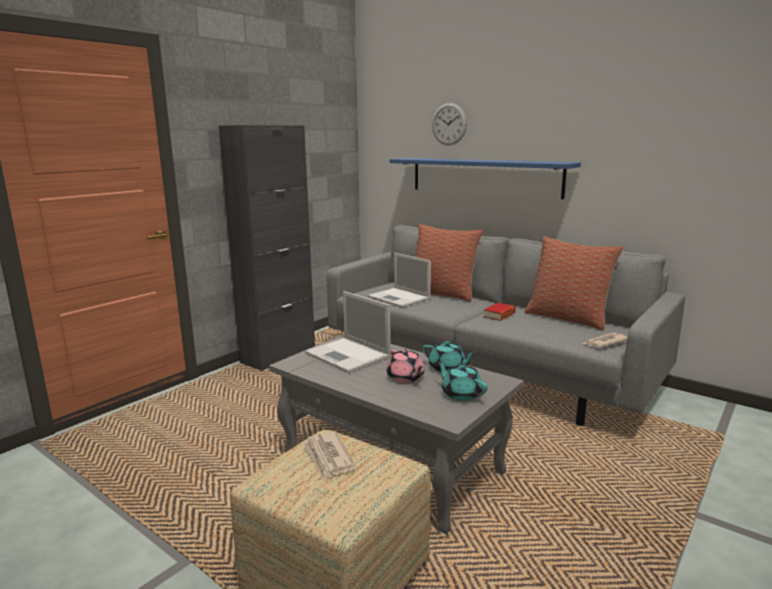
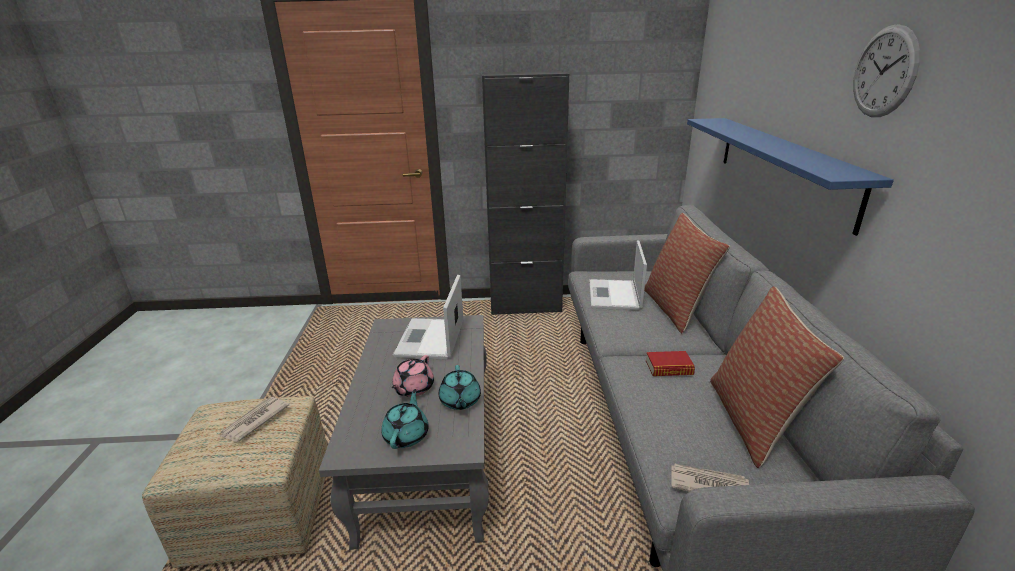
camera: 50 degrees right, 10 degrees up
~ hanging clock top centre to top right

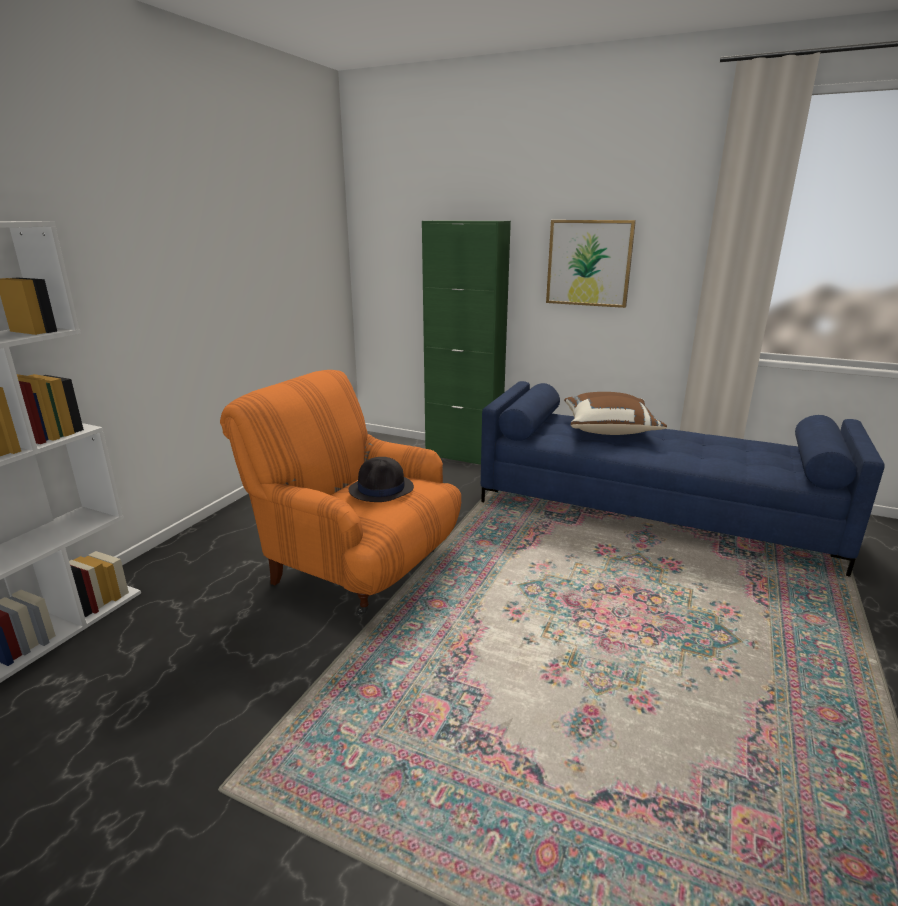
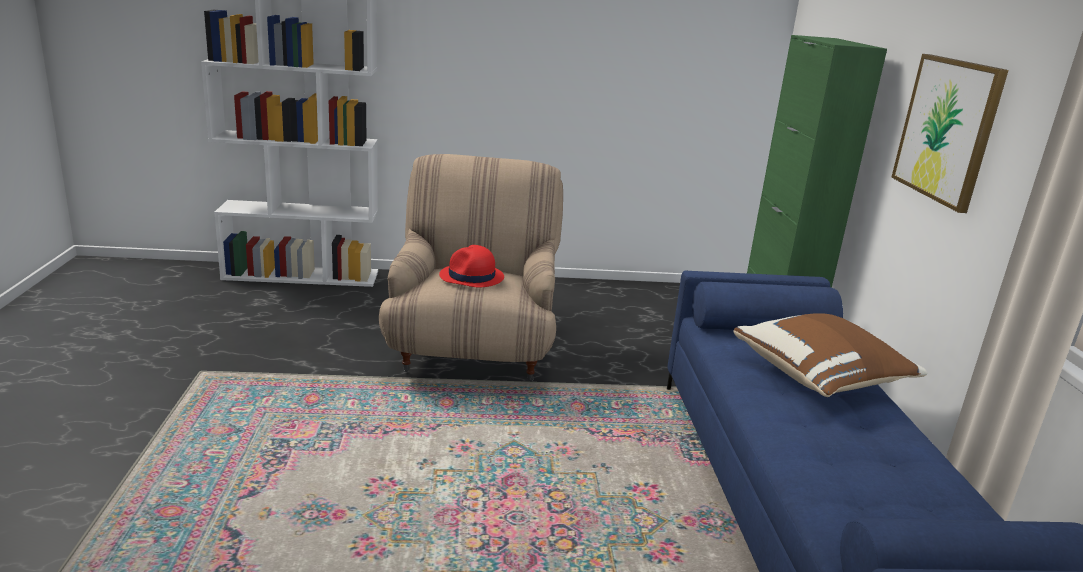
camera: 60 degrees right, 0 degrees up
~ orange lounge chair centre to sand-coloured lounge chair centre
~ black-coloured hat centre to red-coloured hat centre

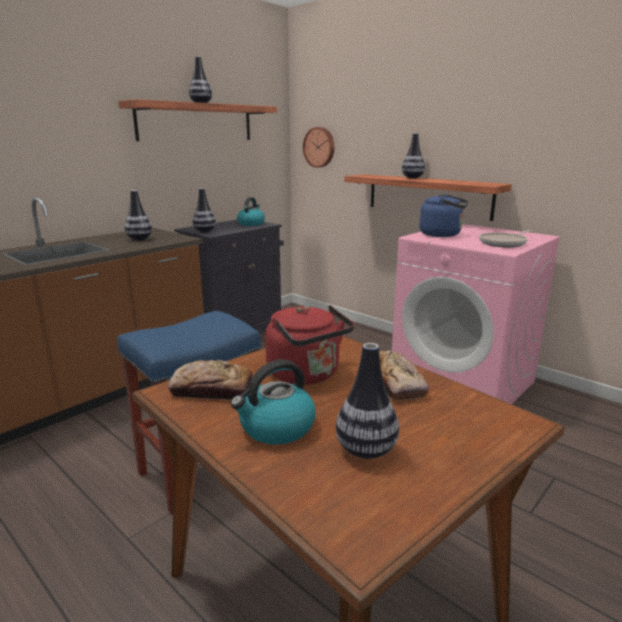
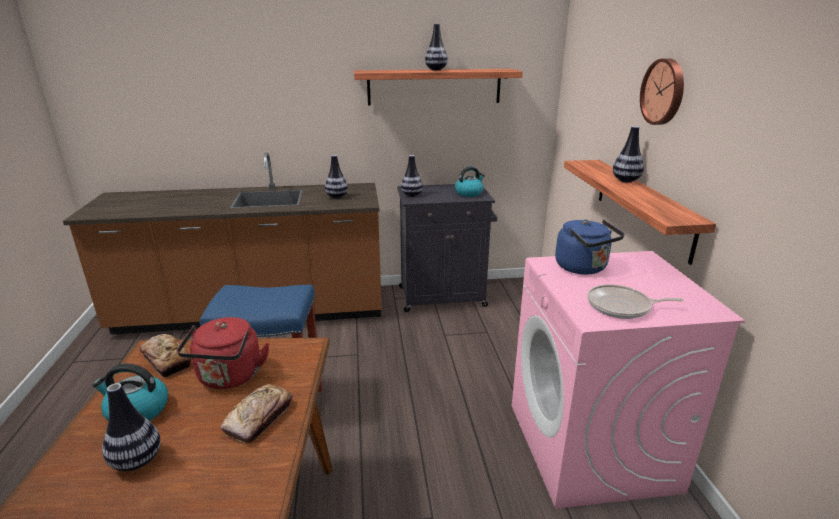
camera: 40 degrees right, 5 degrees up
~ hanging clock top centre to top right

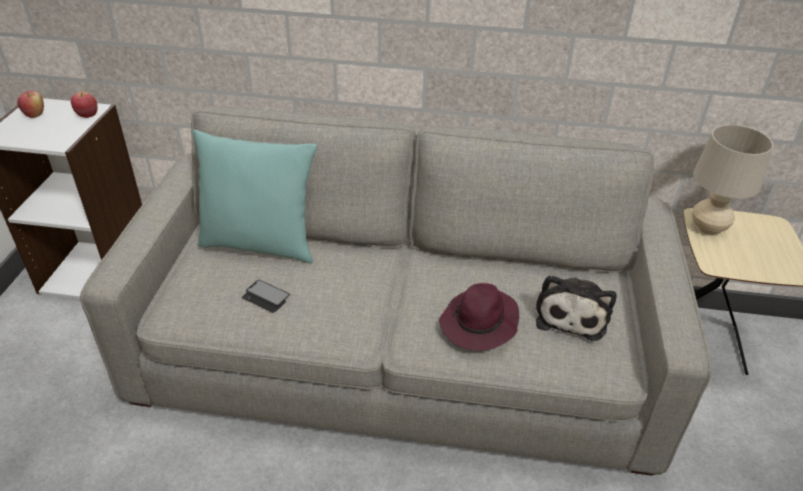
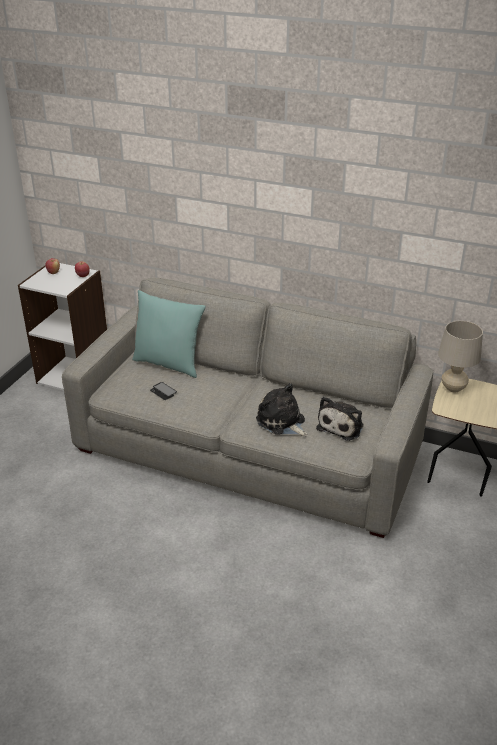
camera: 15 degrees right, 5 degrees down
~ purple hat centre to soft toy (1st from left) centre

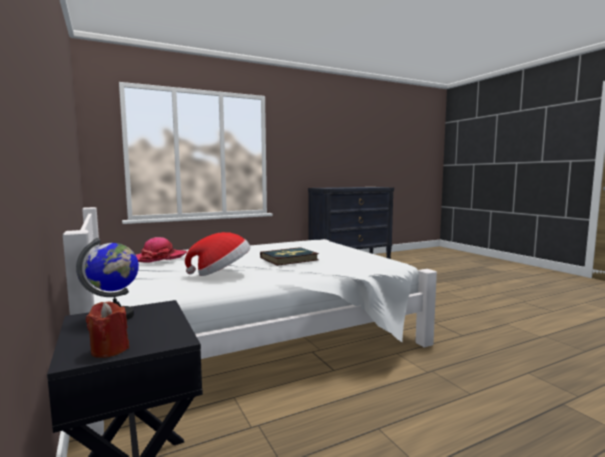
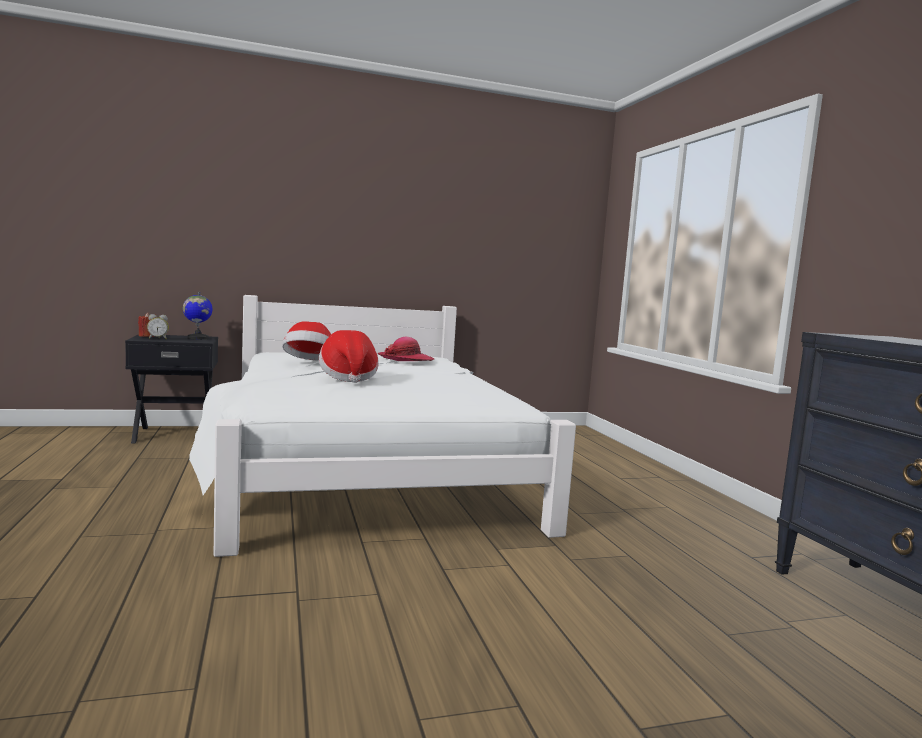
camera: 100 degrees right, 0 degrees up
+ table clock middle left
~ volume centre to hat (2nd from left) centre

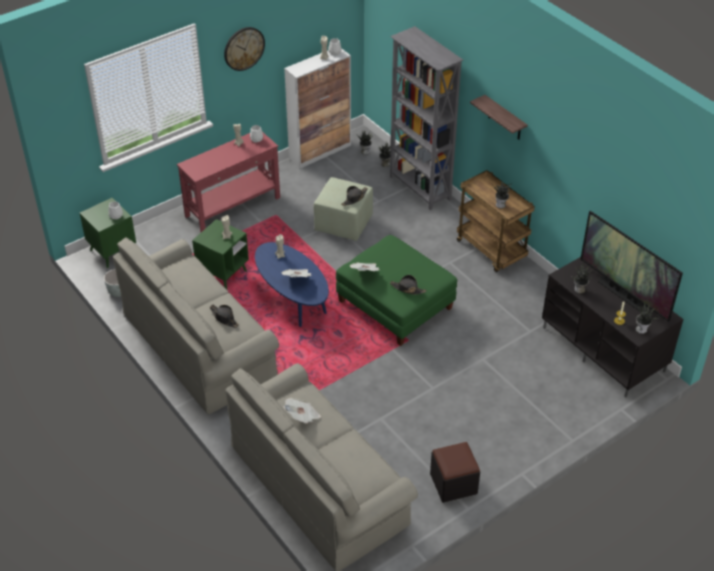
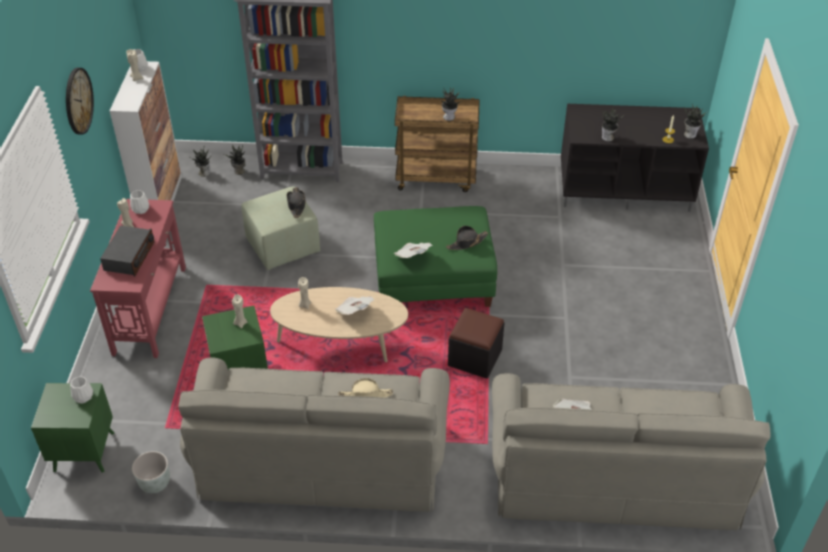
camera: 50 degrees left, 0 degrees up
- shelf top right
- TV middle right
+ radio receiver middle left
~ black-coloured footrest bottom centre to centre
~ black-coloured hat (1st from left) middle left to sand-coloured hat bottom centre
~ bluish lounge table centre to sand-coloured lounge table centre

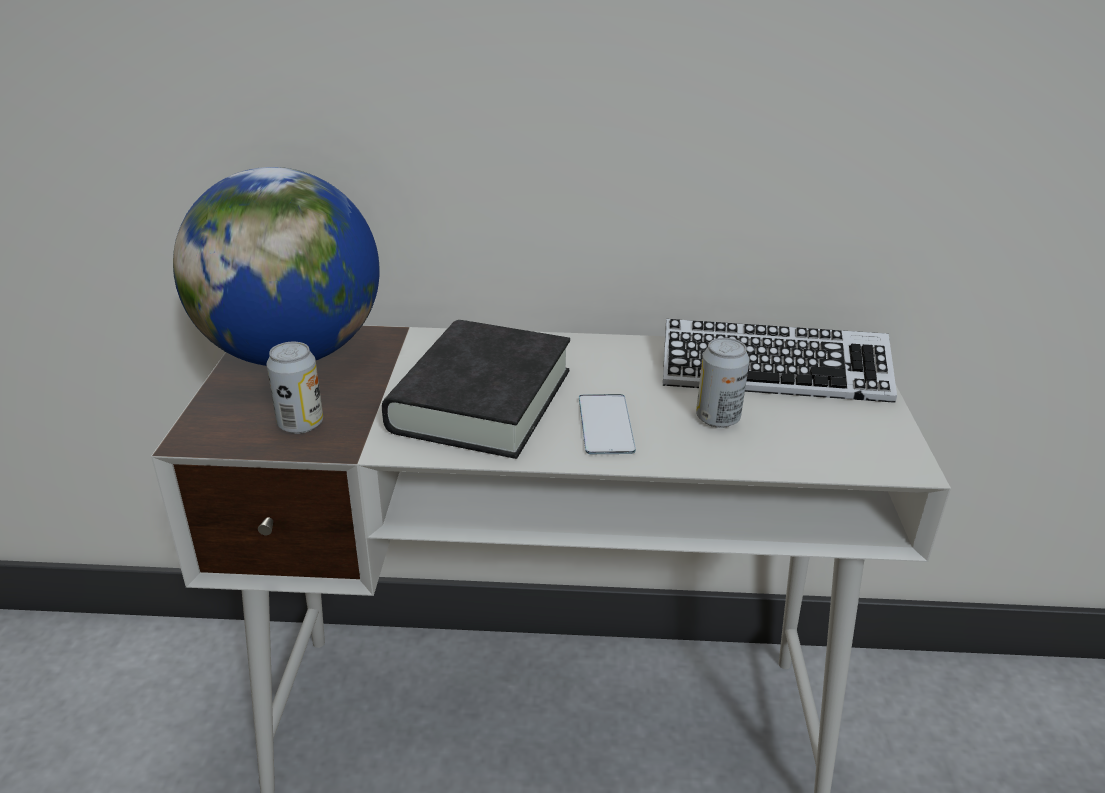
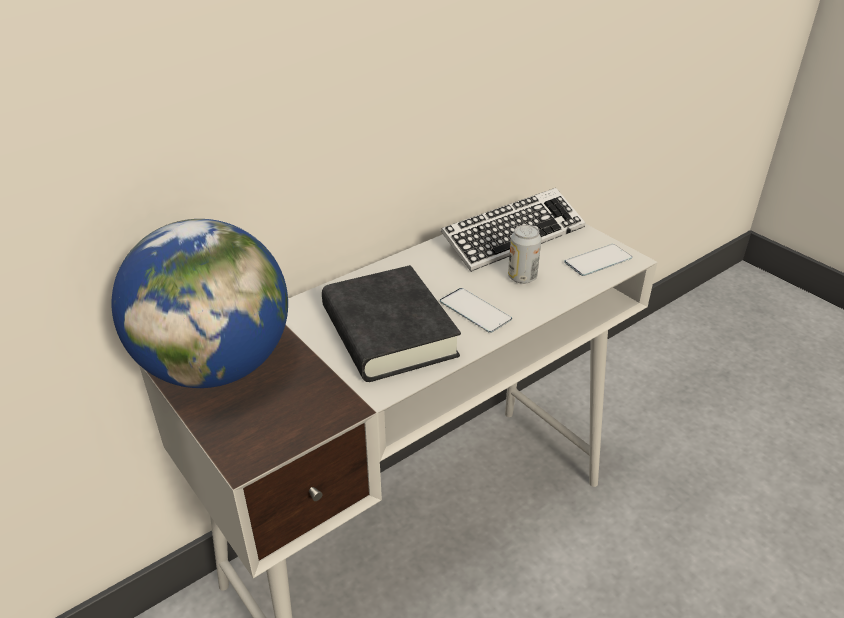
camera: 40 degrees left, 5 degrees up
- sealed can (1st from left) middle left
+ handset (2nd from left) middle right

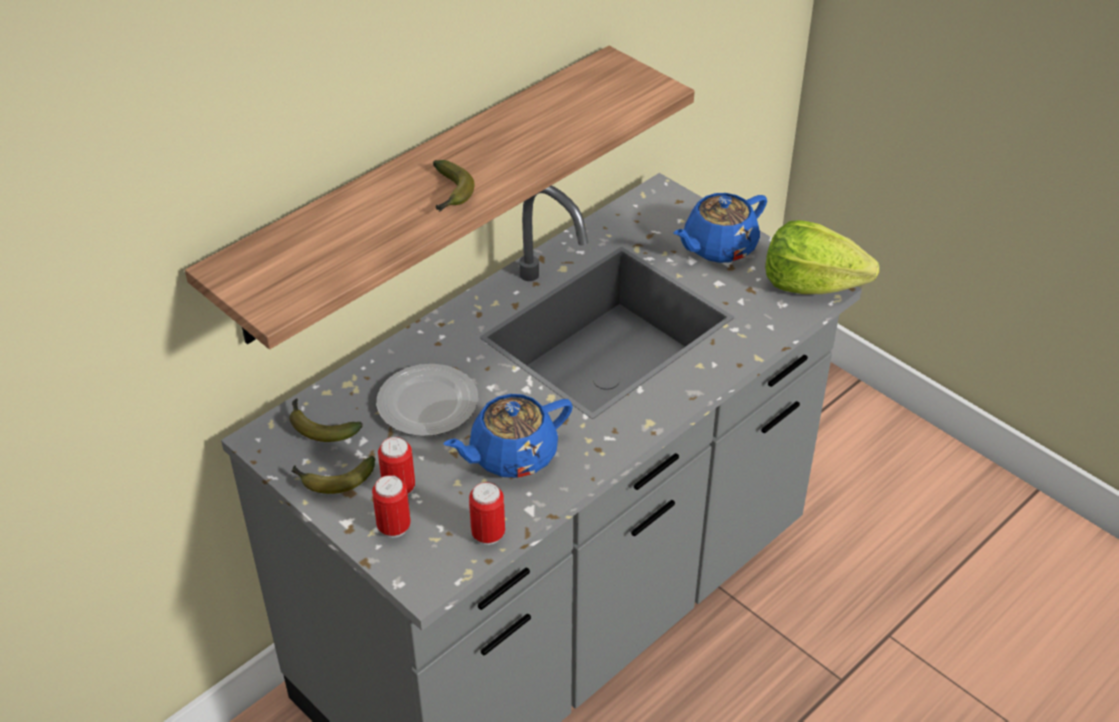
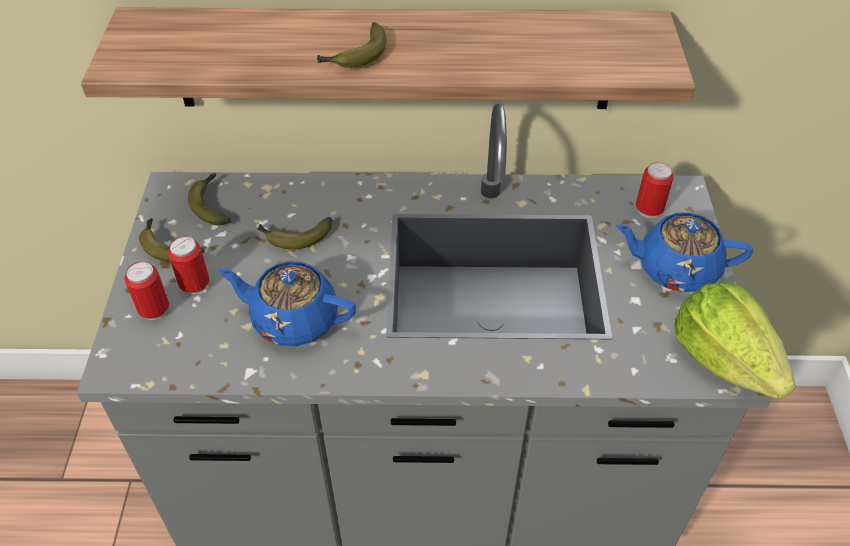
camera: 45 degrees right, 5 degrees up
~ sealed can (3rd from left) bottom centre to middle right
~ plate centre to whole banana (3rd from left) centre

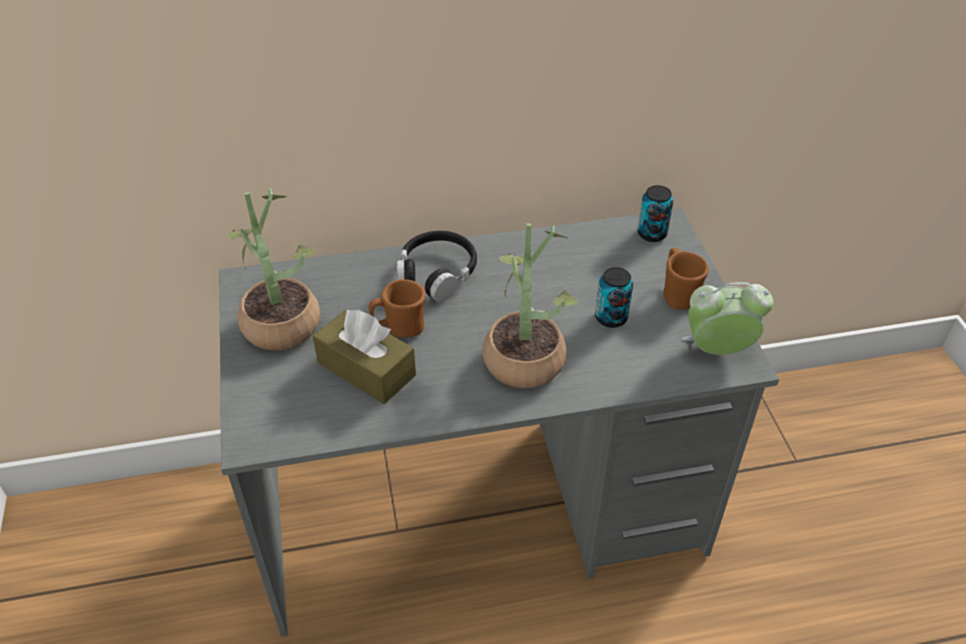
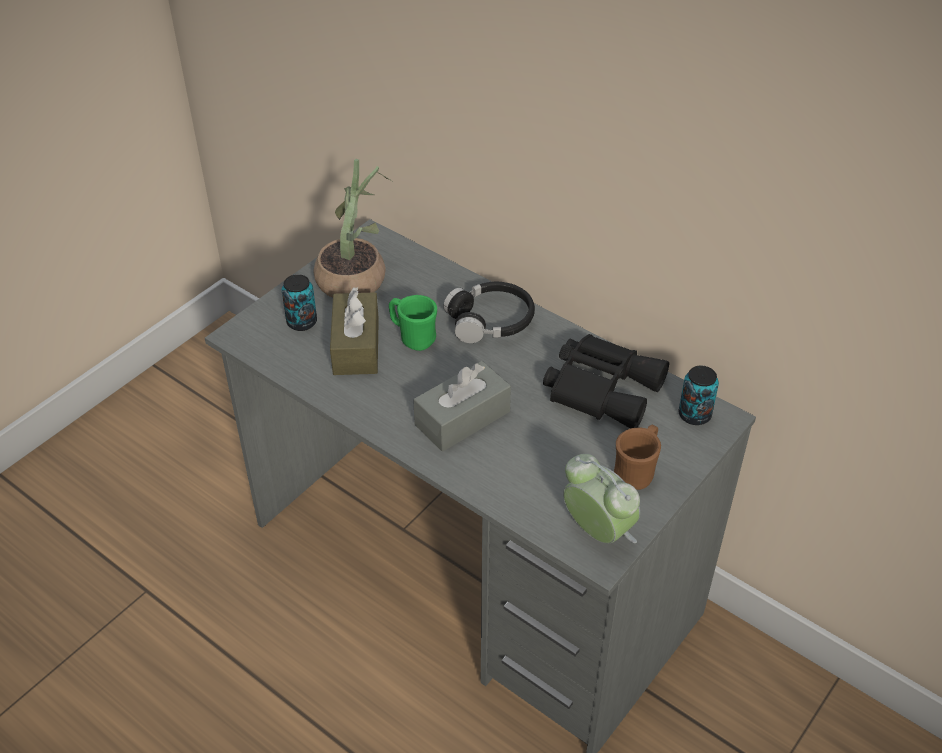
camera: 50 degrees right, 0 degrees up
+ black-coloured pair of binoculars centre
~ sealed can (1st from left) centre to middle left
~ potted plant (2nd from left) centre to grey tissue box centre
~ brown-coloured coffee mug (1st from left) centre to green coffee mug centre

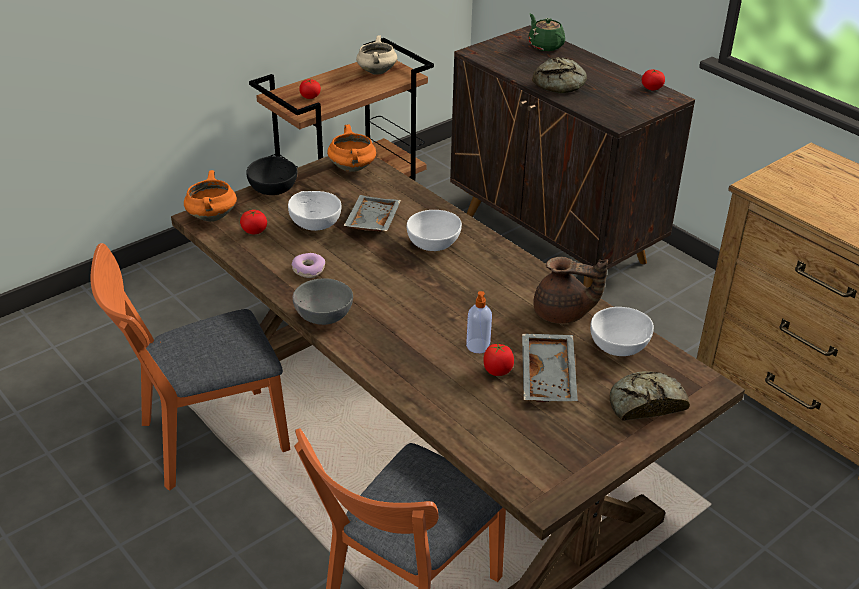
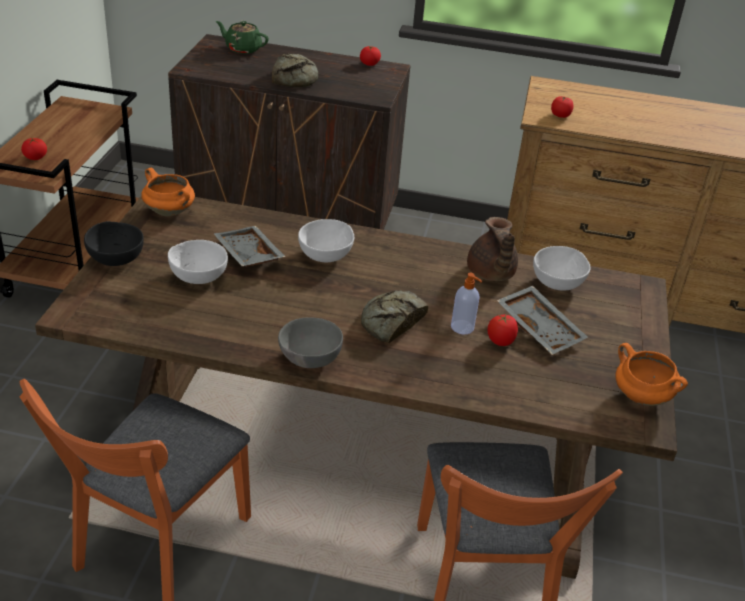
camera: 40 degrees left, 0 degrees up
- doughnut centre
- sand-coloured stockpot top centre
~ orange stockpot (1st from left in the first image) top left to orange stockpot (2nd from left) middle right
~ fresh tomato (1st from left in the first image) middle left to fresh tomato (4th from left) top right
~ baked bread (2nd from left) bottom right to centre
~ brown-coloured tea pot centre = centre 105 degrees clockwise

